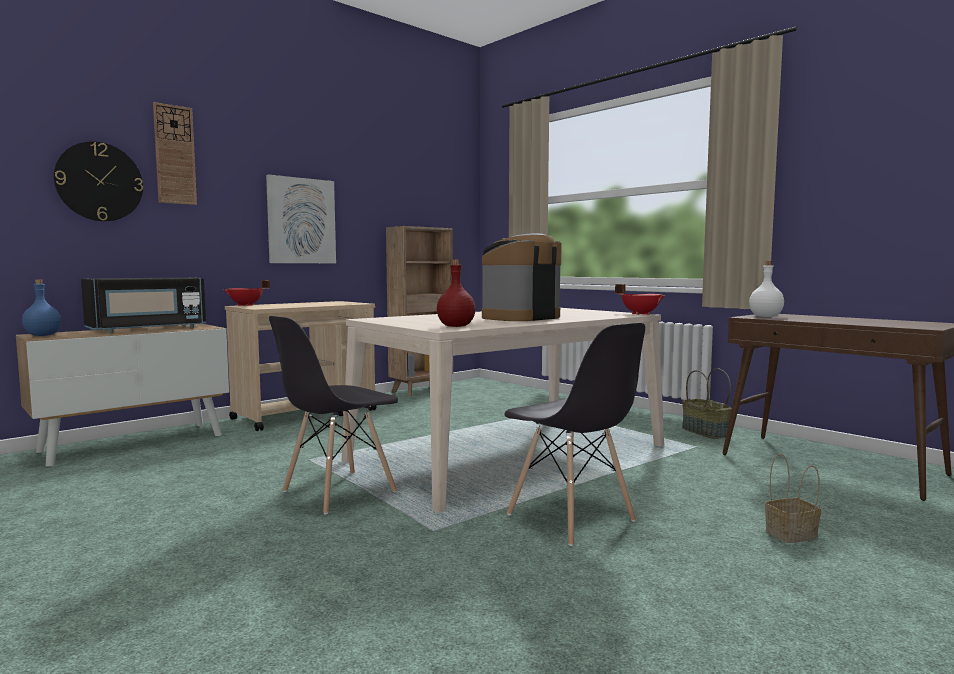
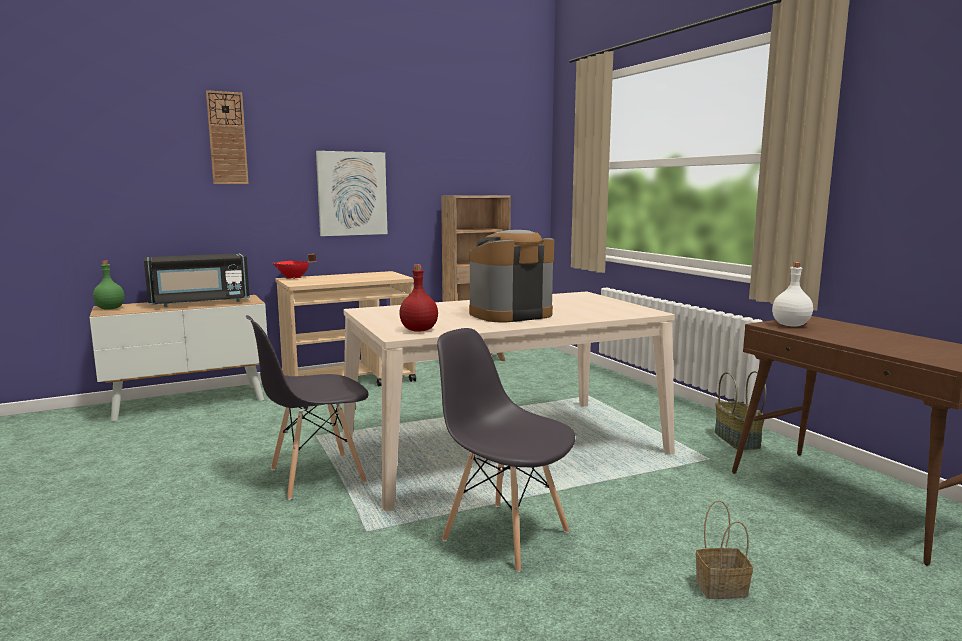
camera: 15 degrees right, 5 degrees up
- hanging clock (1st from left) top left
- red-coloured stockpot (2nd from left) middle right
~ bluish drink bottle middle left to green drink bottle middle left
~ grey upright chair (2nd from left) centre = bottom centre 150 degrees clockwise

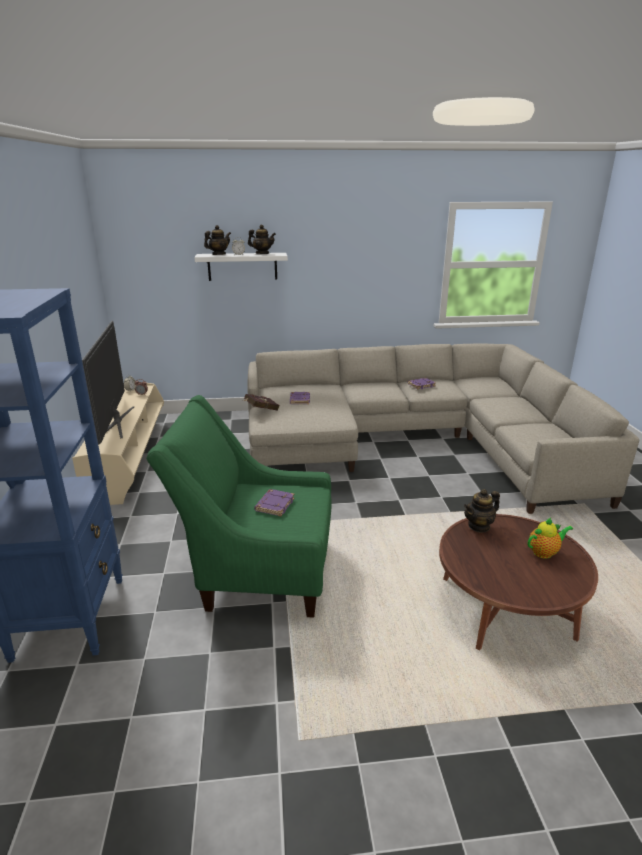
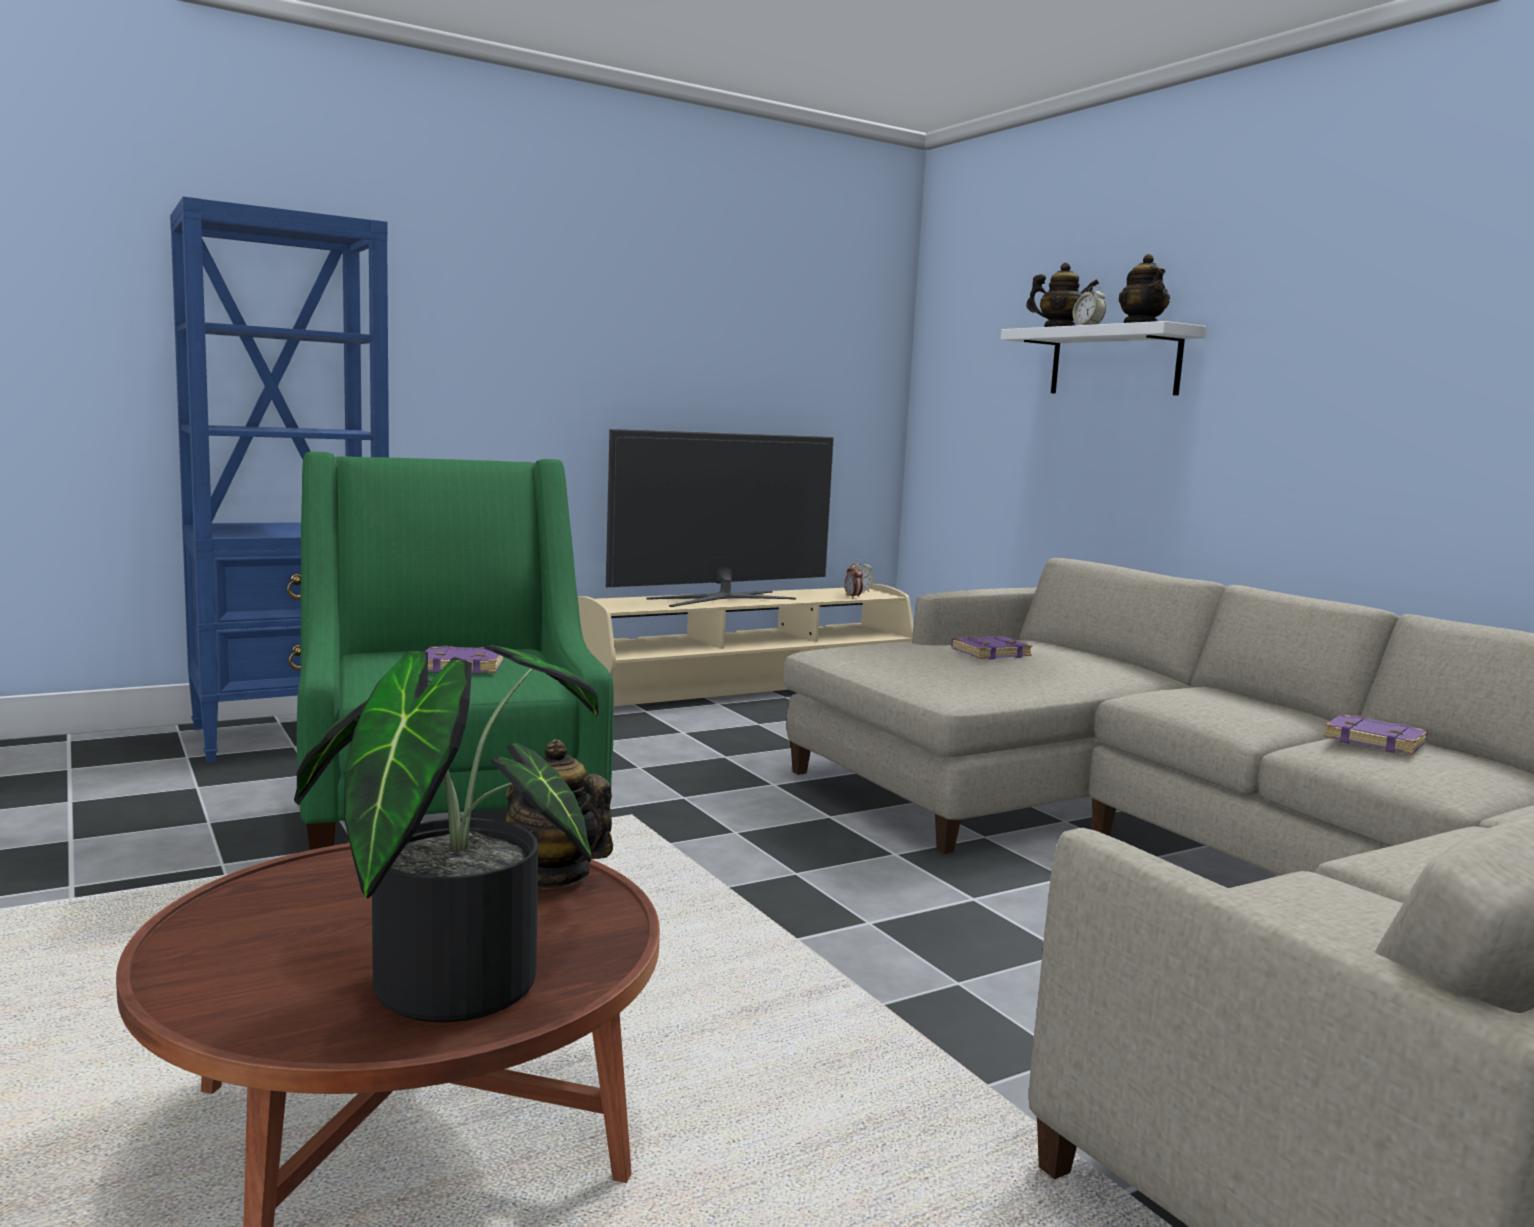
camera: 65 degrees right, 15 degrees down
- red-coloured volume centre
~ tea pot (4th from left) middle right to potted plant bottom left

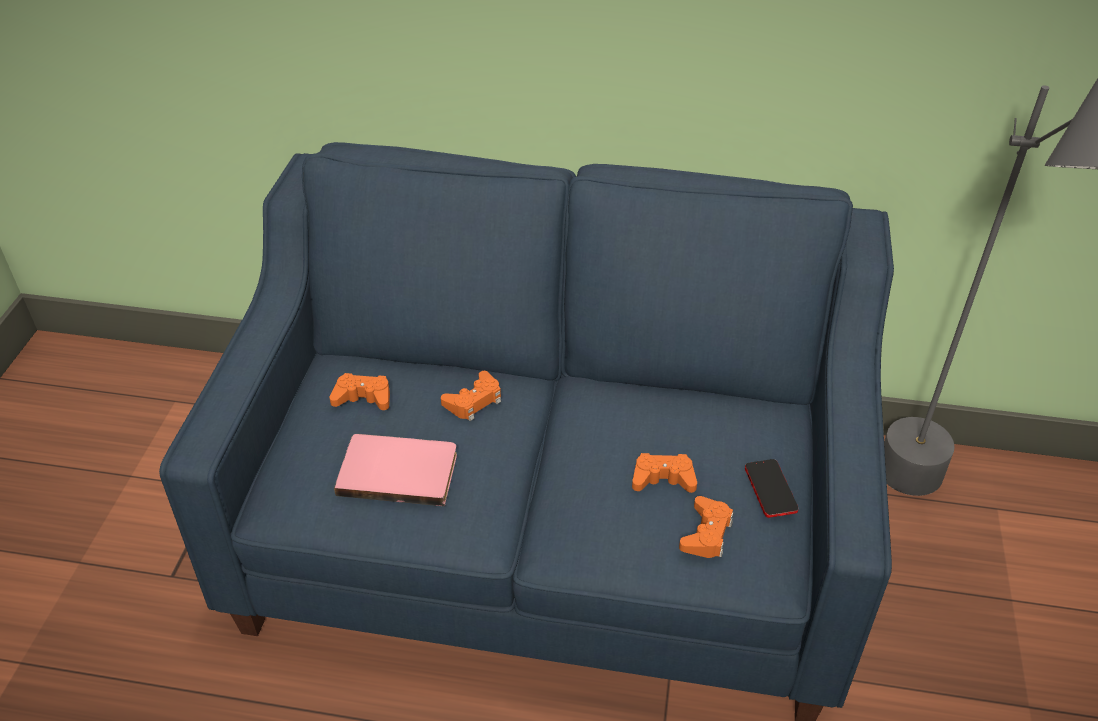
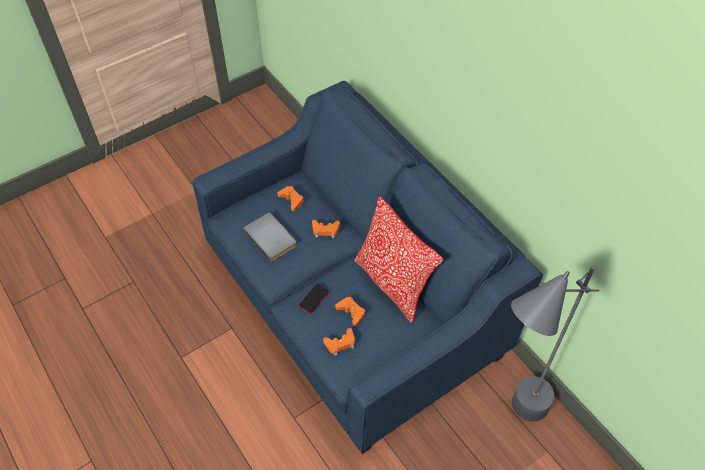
camera: 45 degrees right, 10 degrees up
+ pillow centre
~ handset bottom right to centre
~ pink-coloured volume centre to grey volume centre

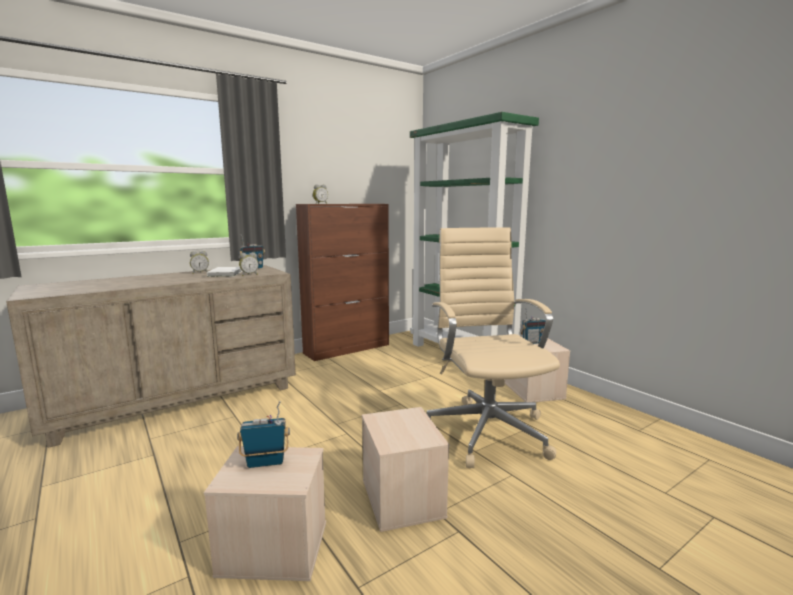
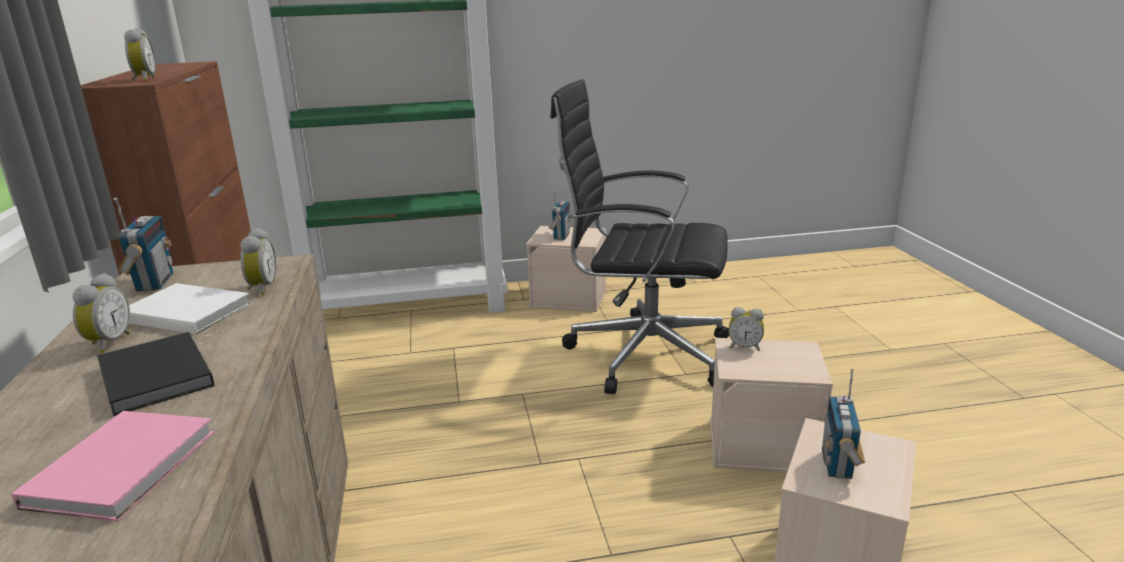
camera: 65 degrees left, 10 degrees up
+ pink-coloured volume bottom left
+ black-coloured volume middle left
+ table clock (4th from left) centre
~ sand-coloured computer chair centre to black-coloured computer chair centre

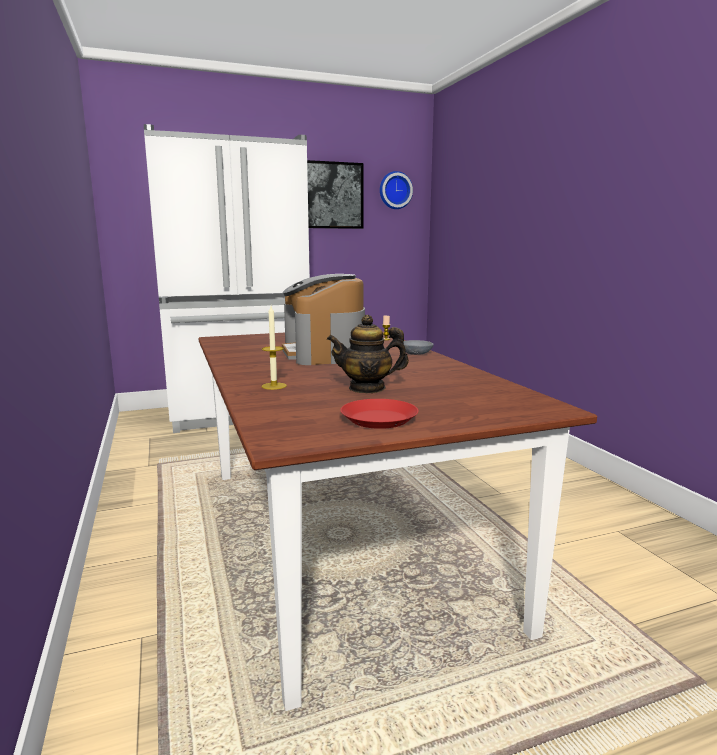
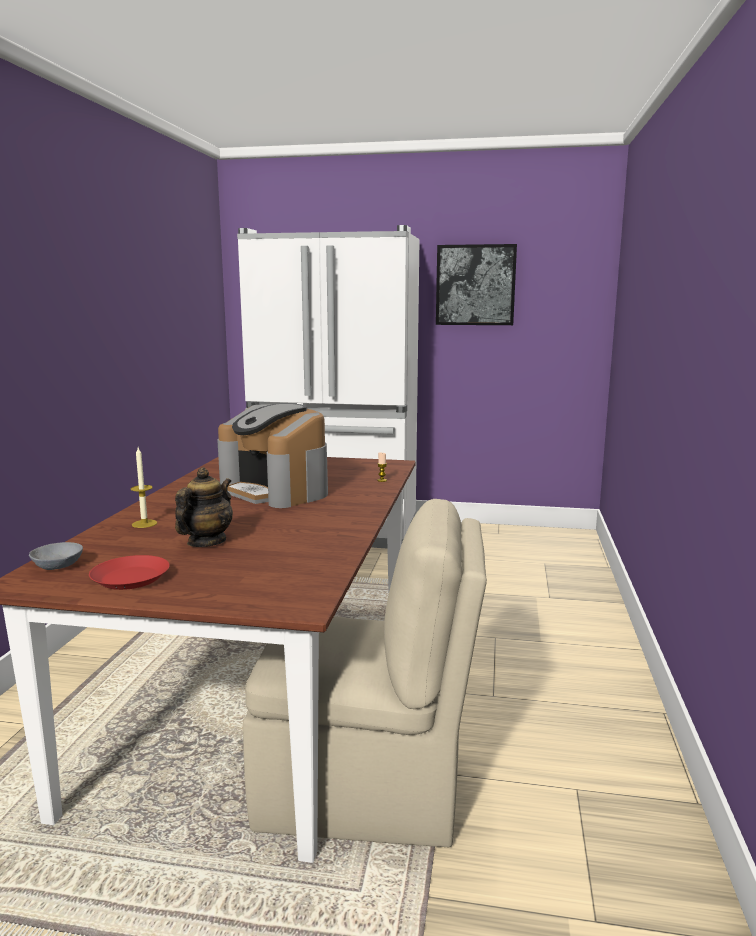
camera: 30 degrees right, 0 degrees up
- hanging clock top centre
+ sand-coloured upright chair bottom centre
~ grey bowl centre to middle left
~ coffee brewer centre = centre 60 degrees counterclockwise
~ tea pot centre = middle left 90 degrees clockwise

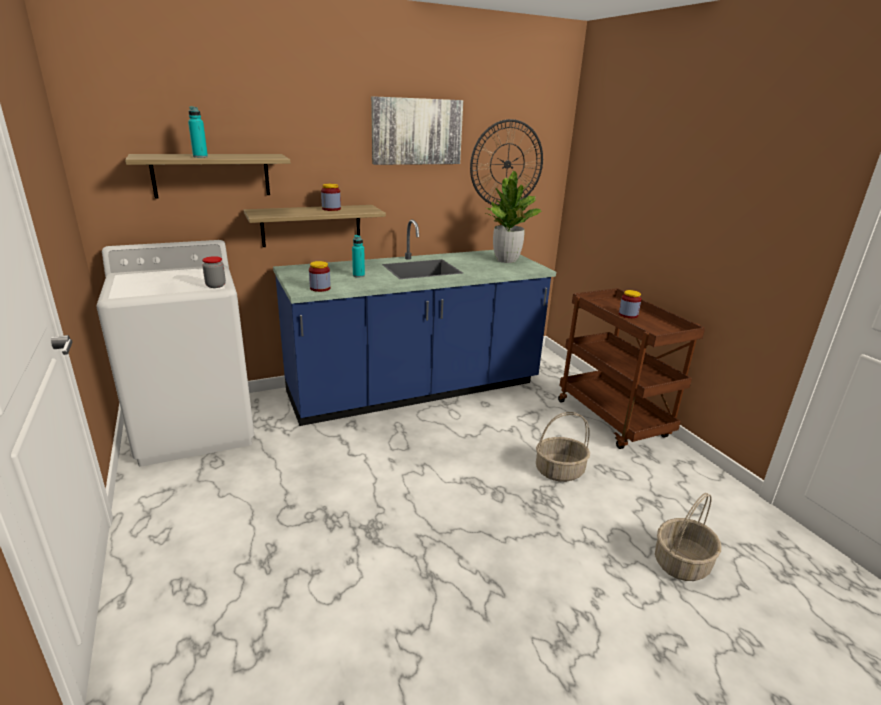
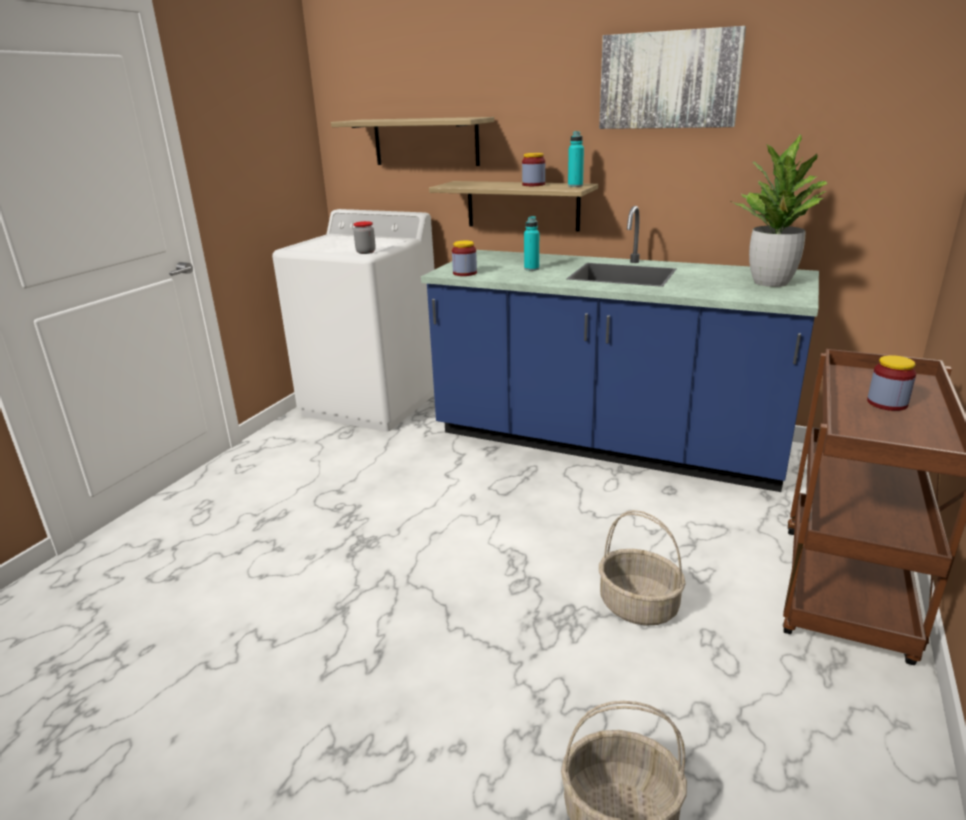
camera: 50 degrees right, 0 degrees up
- hanging clock top centre
~ blue-green drink bottle (1st from left in the first image) top left to blue-green drink bottle (2nd from left) top centre

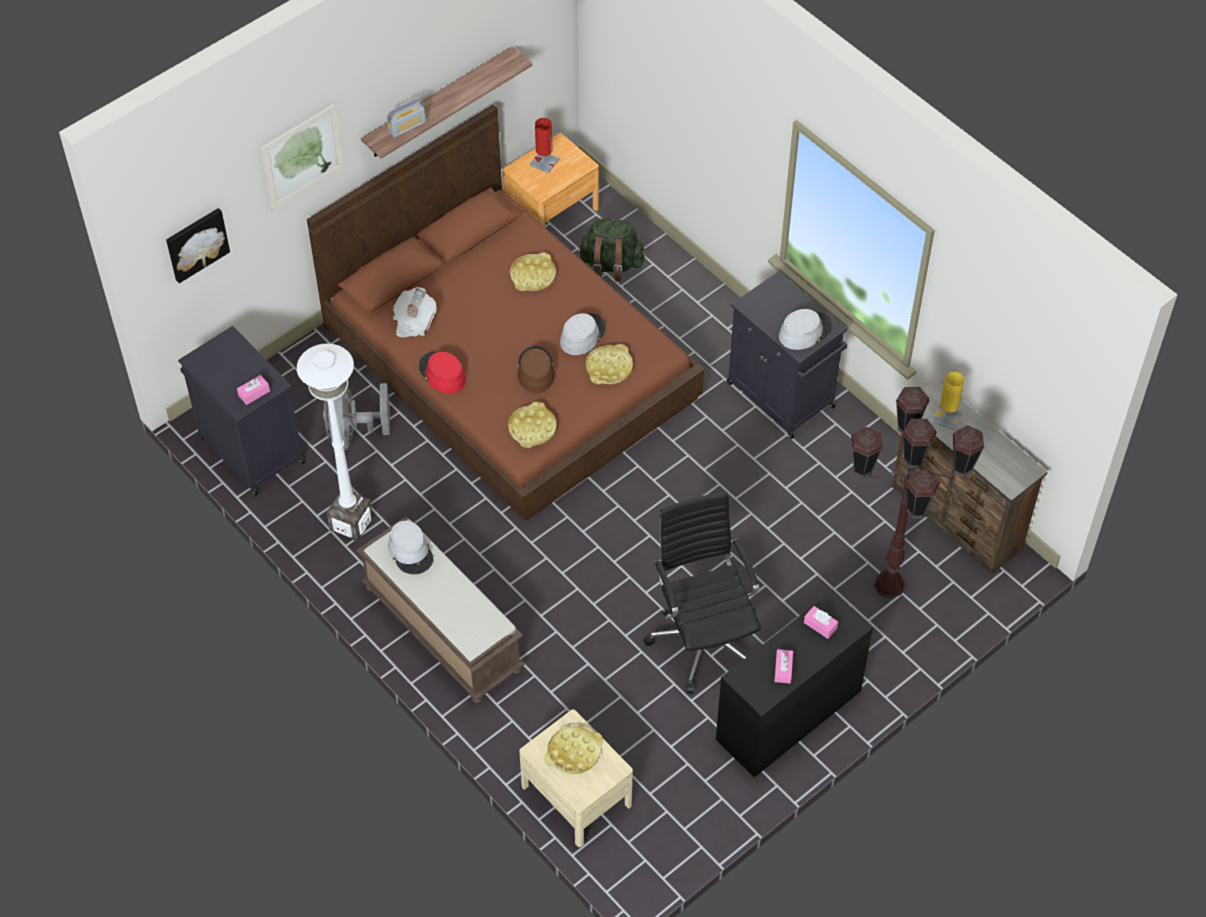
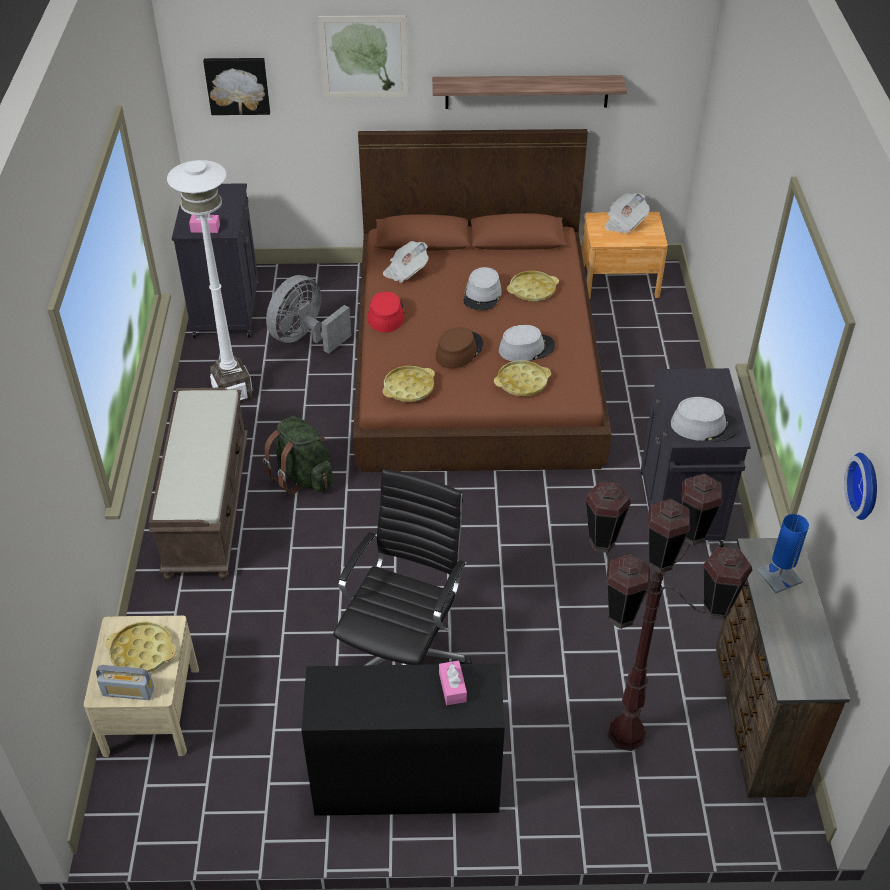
camera: 40 degrees right, 10 degrees down
- pink-coloured tissue box (2nd from left) bottom centre
+ hanging clock middle right
~ radio receiver top centre to bottom left
~ grey hat (1st from left) centre to top centre
~ green backpack top centre to centre
~ red-coloured tabletop lamp top centre to newspaper (2nd from left) top right
~ yellow-coloured tabletop lamp middle right to bluish tabletop lamp middle right

